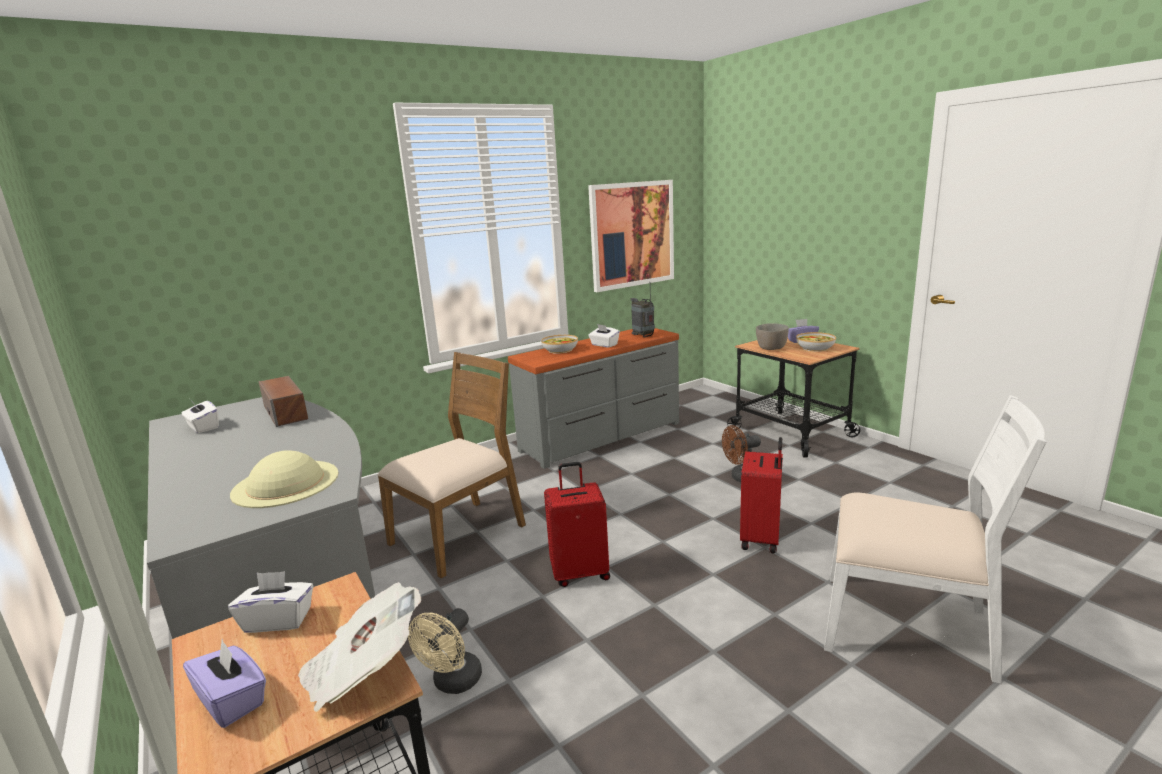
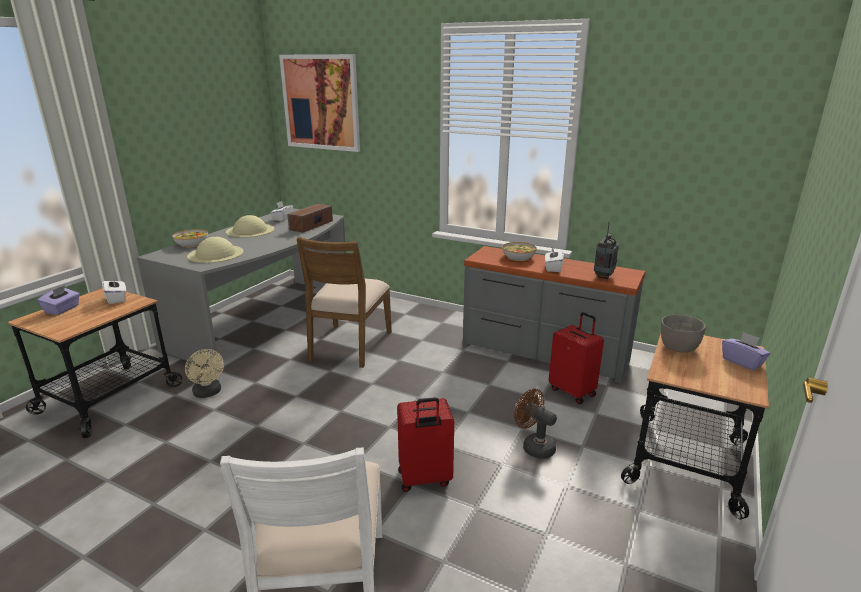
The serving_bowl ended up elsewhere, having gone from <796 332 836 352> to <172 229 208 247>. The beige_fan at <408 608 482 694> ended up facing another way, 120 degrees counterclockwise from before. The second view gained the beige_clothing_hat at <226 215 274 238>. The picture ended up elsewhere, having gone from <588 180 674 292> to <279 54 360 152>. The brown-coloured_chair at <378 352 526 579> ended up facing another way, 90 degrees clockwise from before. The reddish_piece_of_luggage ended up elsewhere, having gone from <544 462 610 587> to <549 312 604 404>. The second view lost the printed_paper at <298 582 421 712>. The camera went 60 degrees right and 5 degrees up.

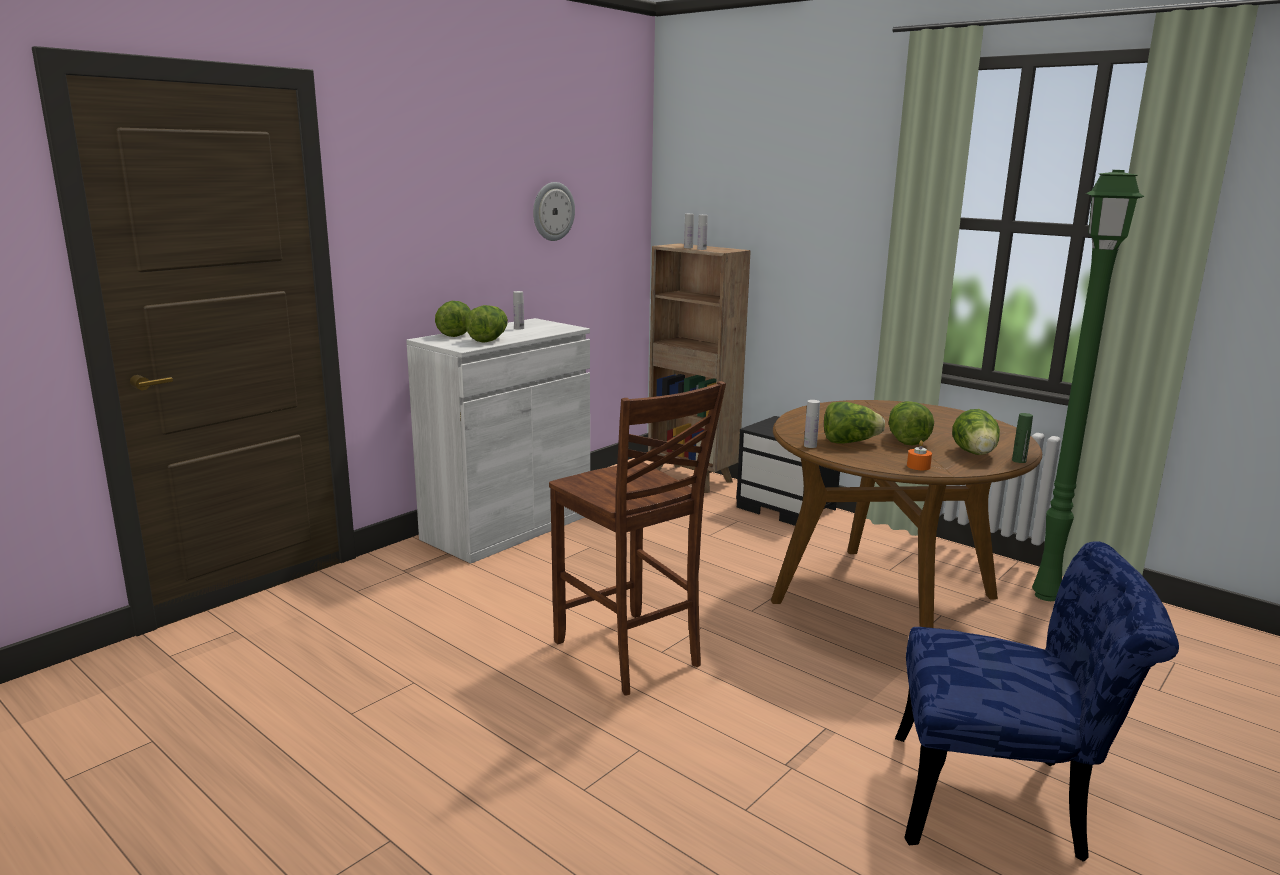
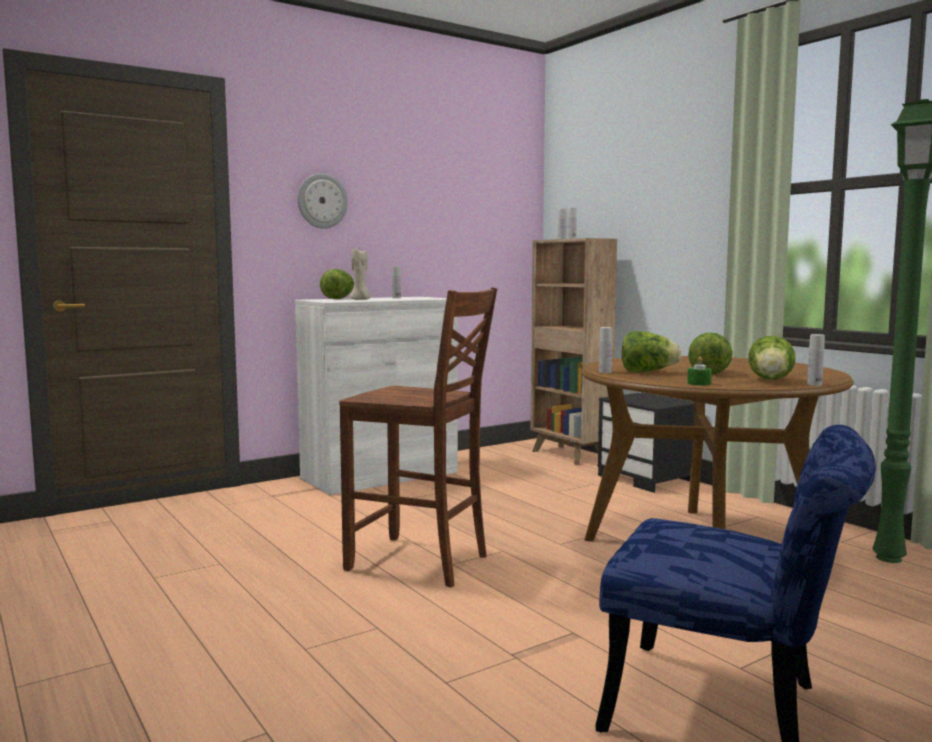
The clock_on_the_wall ended up elsewhere, having gone from <533 182 575 241> to <298 173 348 229>. The brown-coloured_chair at <549 381 726 695> ended up facing another way, 45 degrees counterclockwise from before. Where the head_of_lettuce stood at <465 305 508 343>, the beige_wax_light came to stand at <350 248 370 300>. What was the orangey_wax_light at <907 440 932 470> turned into the greenish_wax_light at <687 356 712 385>. What was the greenish_bottle at <1012 413 1033 463> turned into the white_bottle at <807 334 825 386>. The camera went 15 degrees right and 10 degrees down.

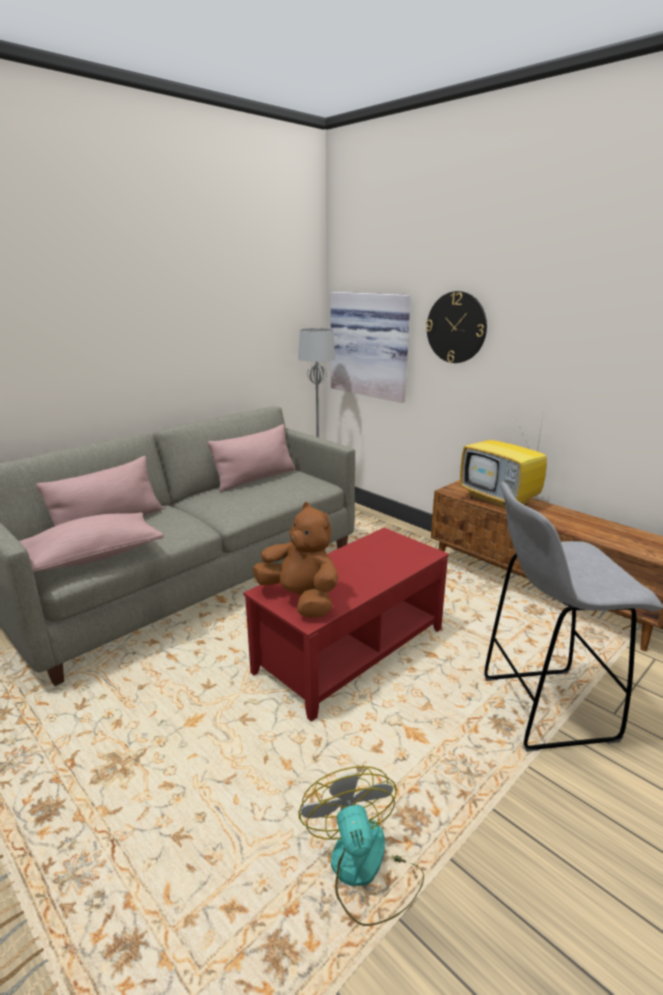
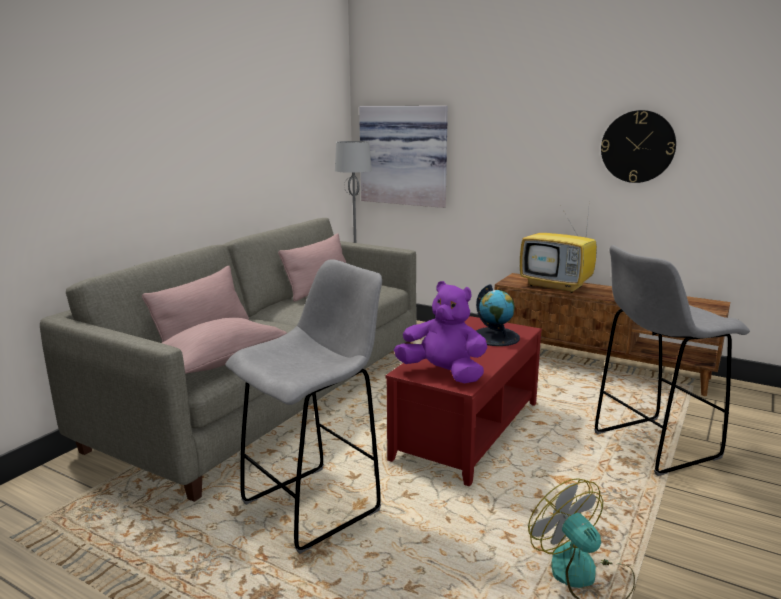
The second view gained the greyish_stool at <225 259 382 554>. What was the brown-coloured_plush_toy at <253 502 338 618> turned into the purple_plush_toy at <394 281 488 383>. The second view gained the desk_globe at <476 284 520 346>. The clock_on_the_wall ended up elsewhere, having gone from <426 291 487 363> to <601 110 676 183>. The camera went 15 degrees left and 5 degrees down.

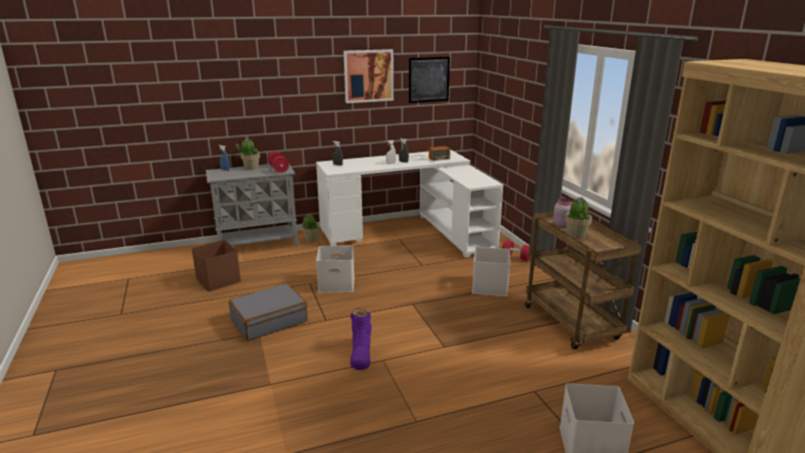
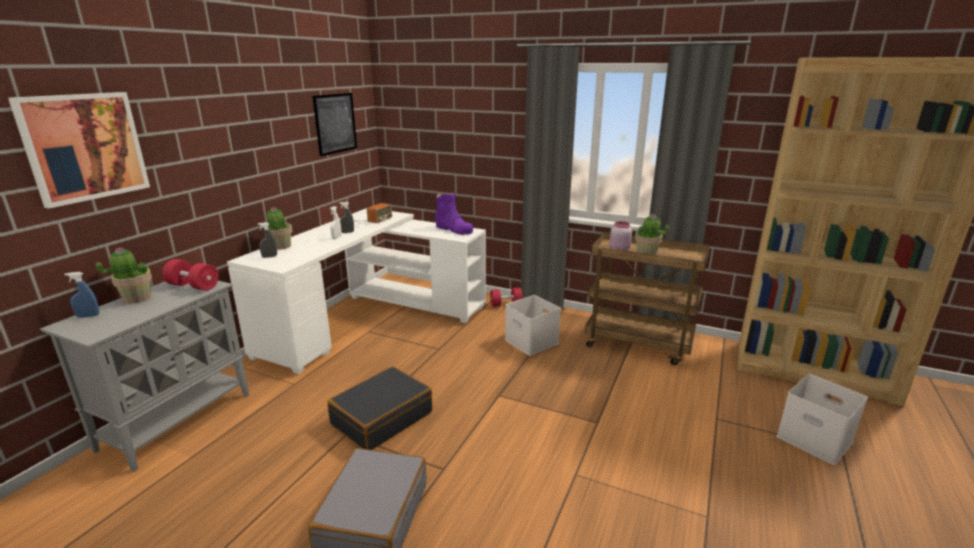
The picture ended up elsewhere, having gone from <343 49 394 103> to <8 92 150 209>. The houseplant ended up elsewhere, having gone from <302 213 320 243> to <267 207 293 250>. Where the white_storage_box stood at <316 245 355 293>, the black_piece_of_luggage came to stand at <327 367 432 450>. The purple_tall_boot ended up elsewhere, having gone from <350 308 371 370> to <435 192 473 235>. The second view lost the brown-coloured_storage_box at <192 240 241 292>. The camera went 45 degrees left and 0 degrees up.

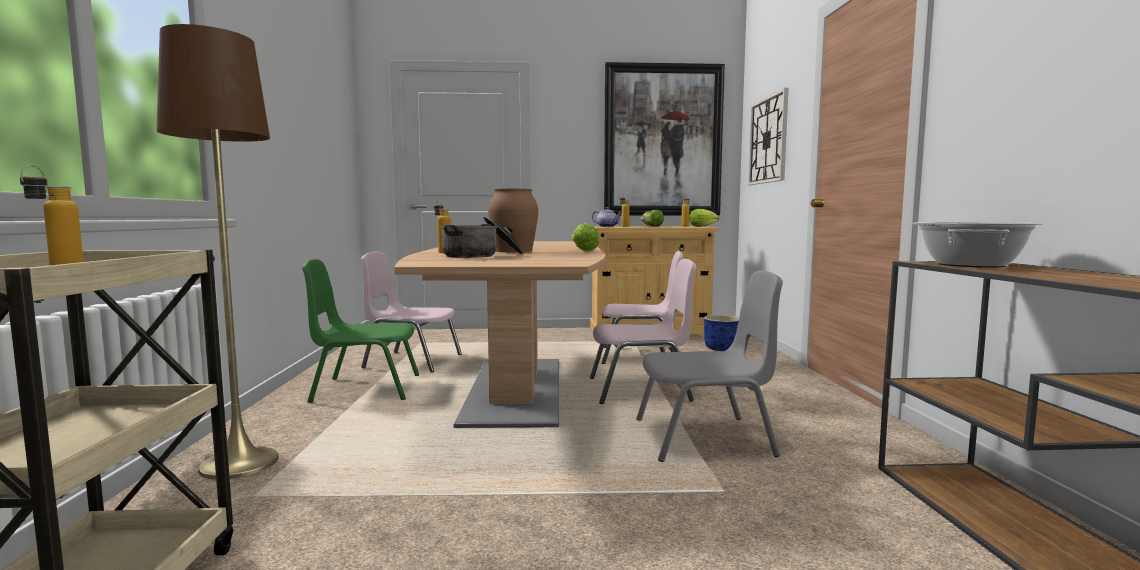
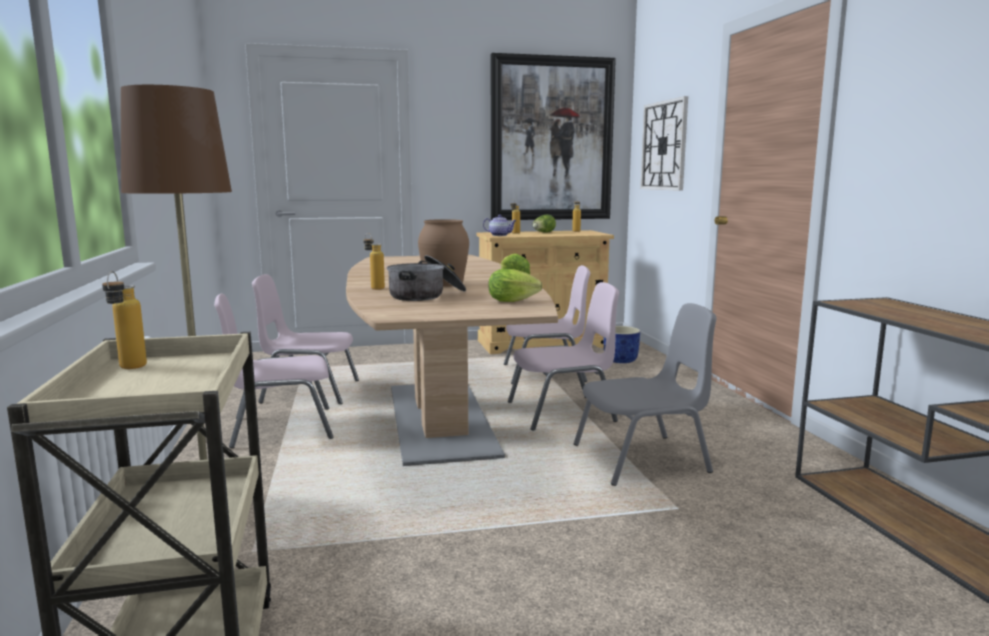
What was the greenish_chair at <302 259 419 403> turned into the pinkish_chair at <214 293 333 448>. The head_of_lettuce ended up elsewhere, having gone from <690 209 719 227> to <489 269 542 302>. The second view lost the cooking_pot at <913 222 1043 268>. The camera went 10 degrees left and 5 degrees up.

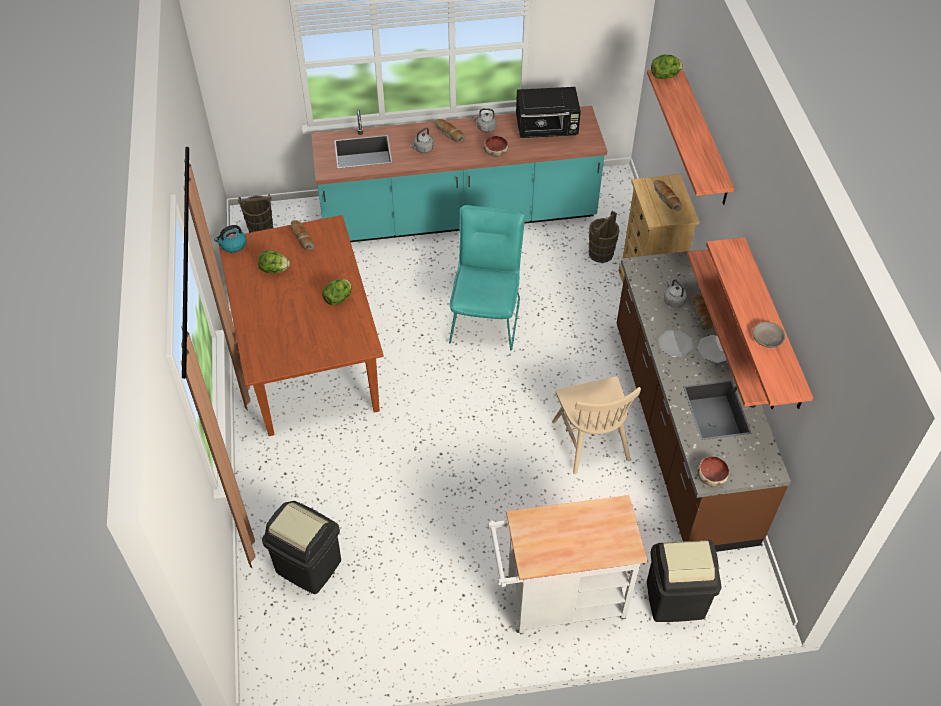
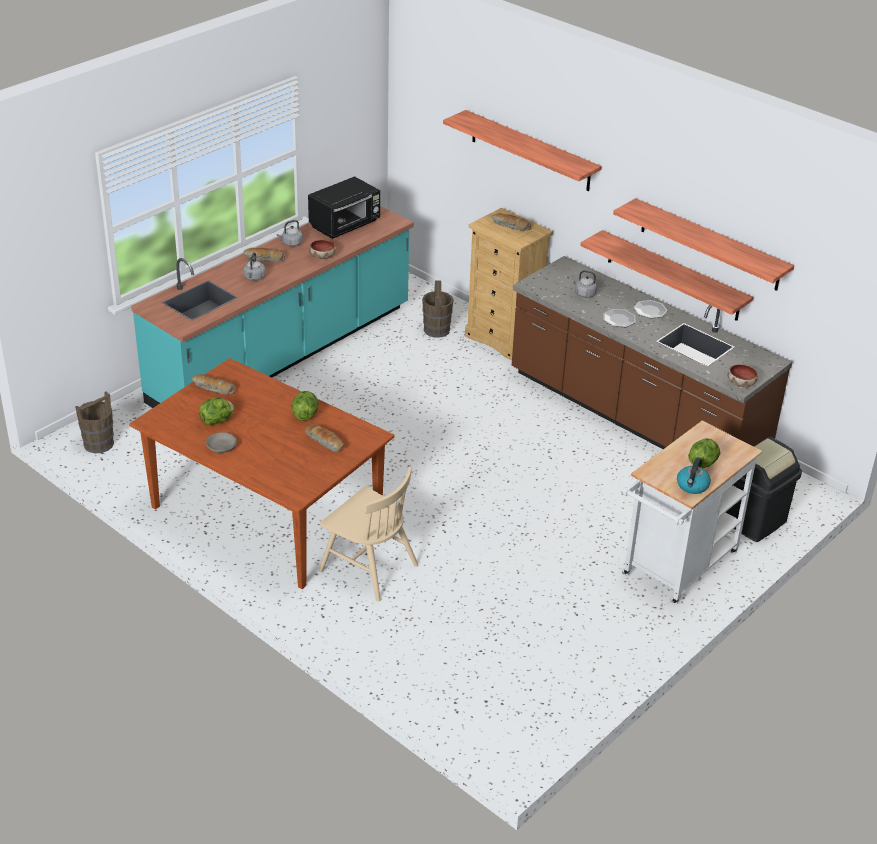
The greyish_serving_bowl ended up elsewhere, having gone from <752 322 785 348> to <206 432 237 453>. The bakery_bread ended up elsewhere, having gone from <692 294 713 330> to <305 424 344 452>. The beige_chair ended up elsewhere, having gone from <552 376 641 474> to <319 467 419 601>. The kettle ended up elsewhere, having gone from <214 225 246 253> to <677 458 711 494>. The head_of_lettuce ended up elsewhere, having gone from <651 54 682 79> to <688 438 720 468>. The second view lost the black_rubbish_bin at <262 501 341 594>. The second view lost the turquoise_chair at <449 205 525 351>. The camera went 40 degrees left and 15 degrees down.

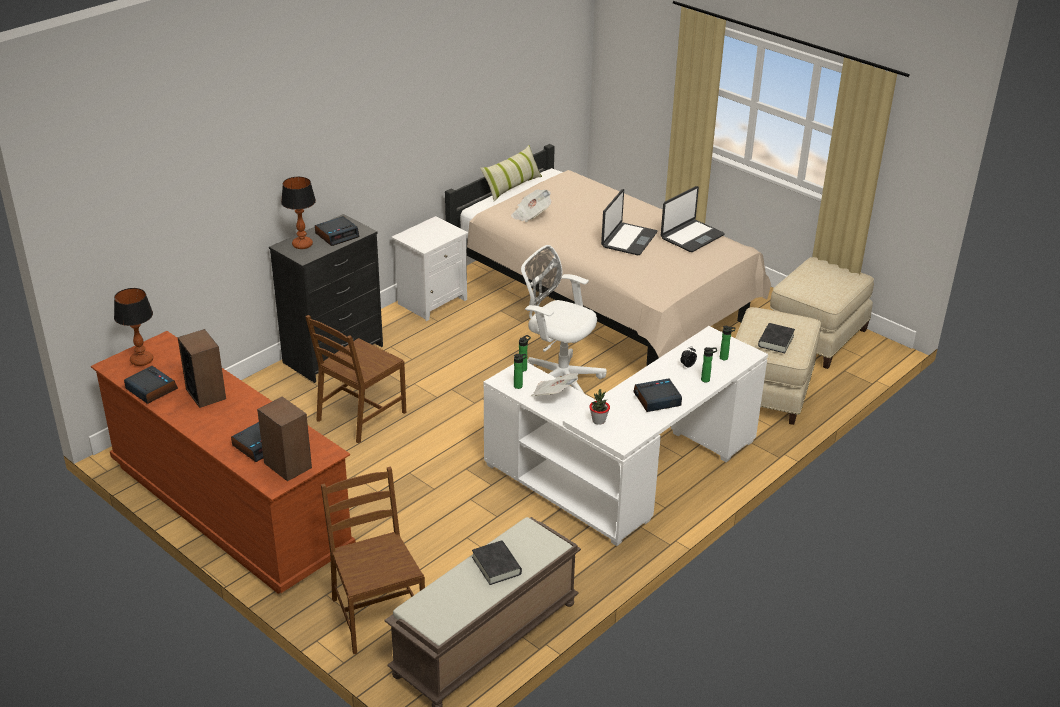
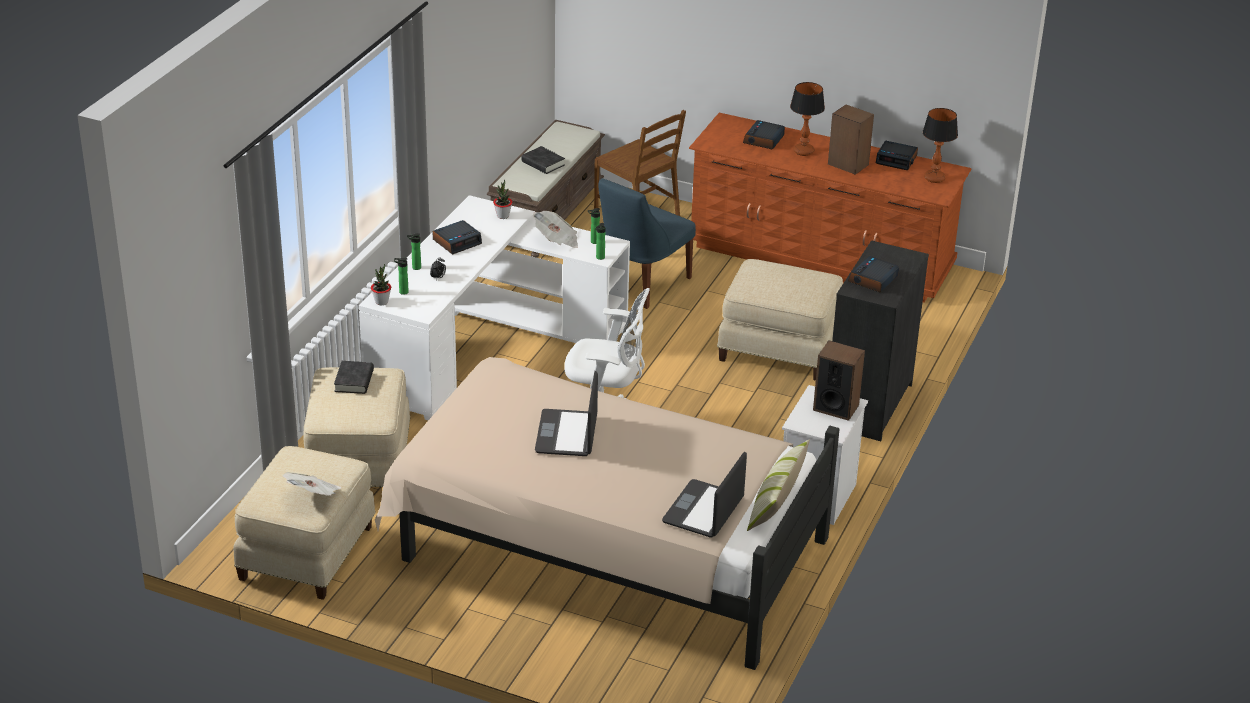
The printed_paper ended up elsewhere, having gone from <511 189 551 222> to <283 472 341 496>. The second view gained the houseplant at <371 264 391 305>. The second view gained the blue-coloured_chair at <599 178 696 309>. The laptop ended up elsewhere, having gone from <661 186 725 252> to <662 452 747 538>. Where the brown-coloured_chair stood at <305 315 406 444>, the beige_pouffe came to stand at <717 259 843 381>. The lamp_for_a_table ended up elsewhere, having gone from <281 177 316 249> to <790 82 825 156>. The loudspeaker ended up elsewhere, having gone from <257 396 312 481> to <813 340 865 421>. The camera went 160 degrees right and 0 degrees up.

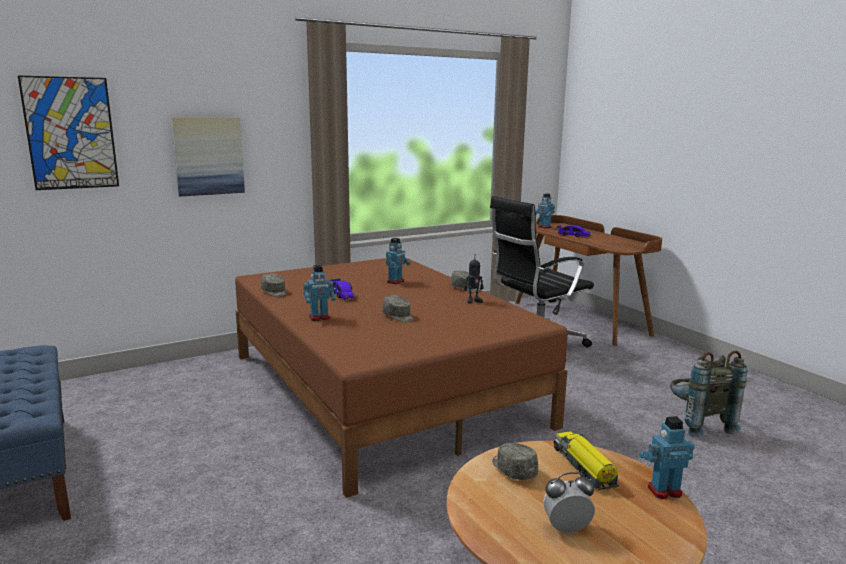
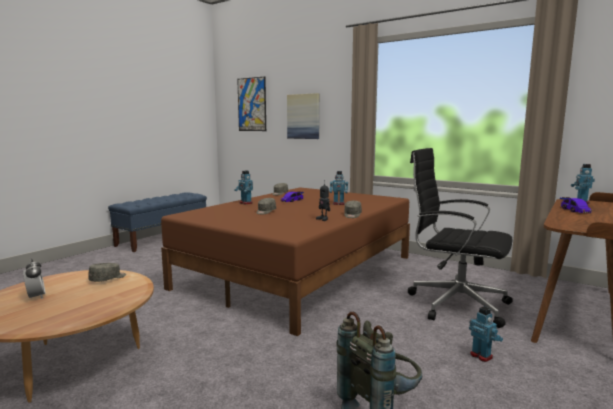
The model_robot ended up elsewhere, having gone from <639 416 694 499> to <469 306 503 362>. The second view lost the toy_truck at <554 432 619 490>. The camera went 65 degrees right and 5 degrees down.

